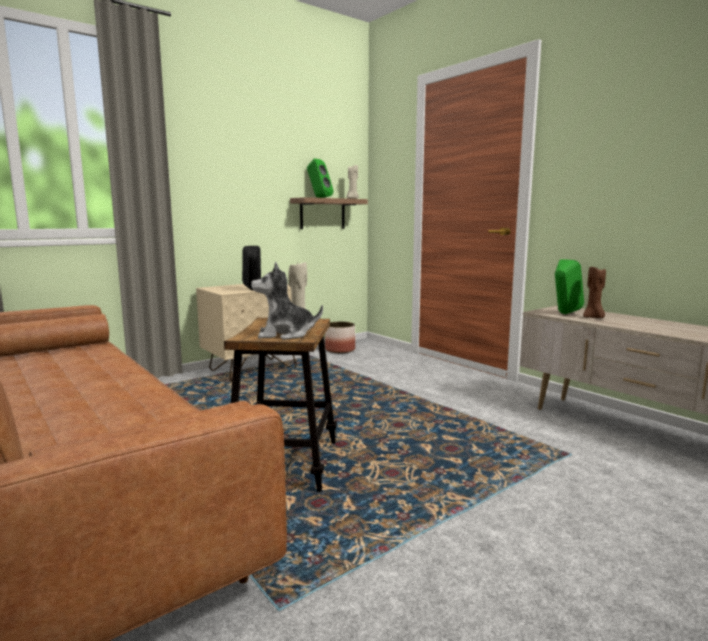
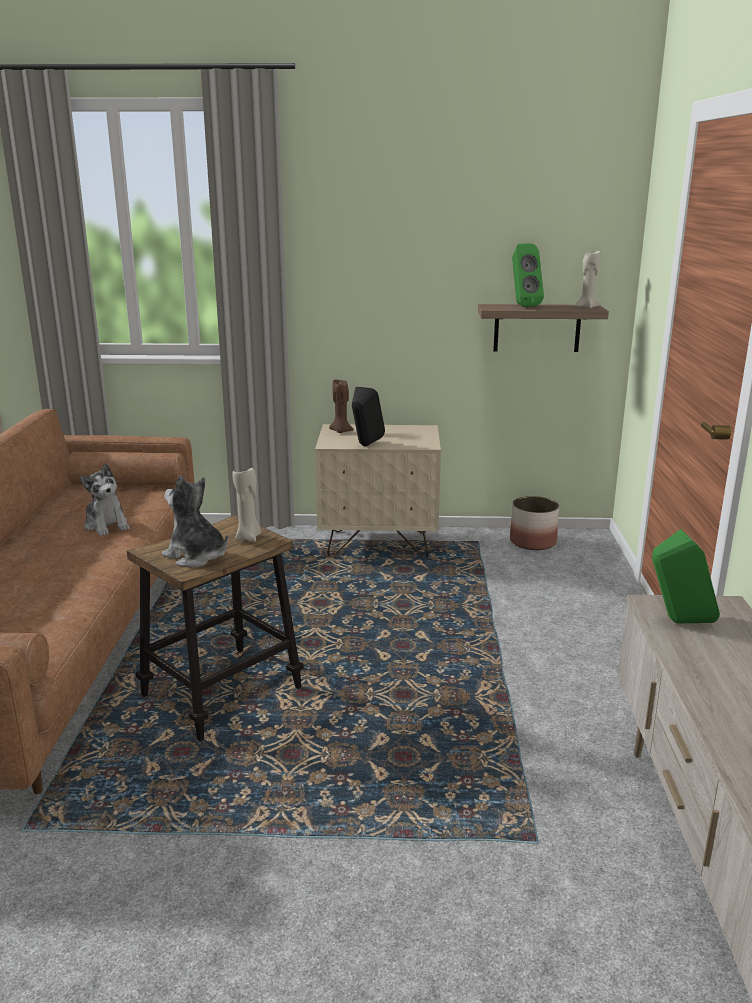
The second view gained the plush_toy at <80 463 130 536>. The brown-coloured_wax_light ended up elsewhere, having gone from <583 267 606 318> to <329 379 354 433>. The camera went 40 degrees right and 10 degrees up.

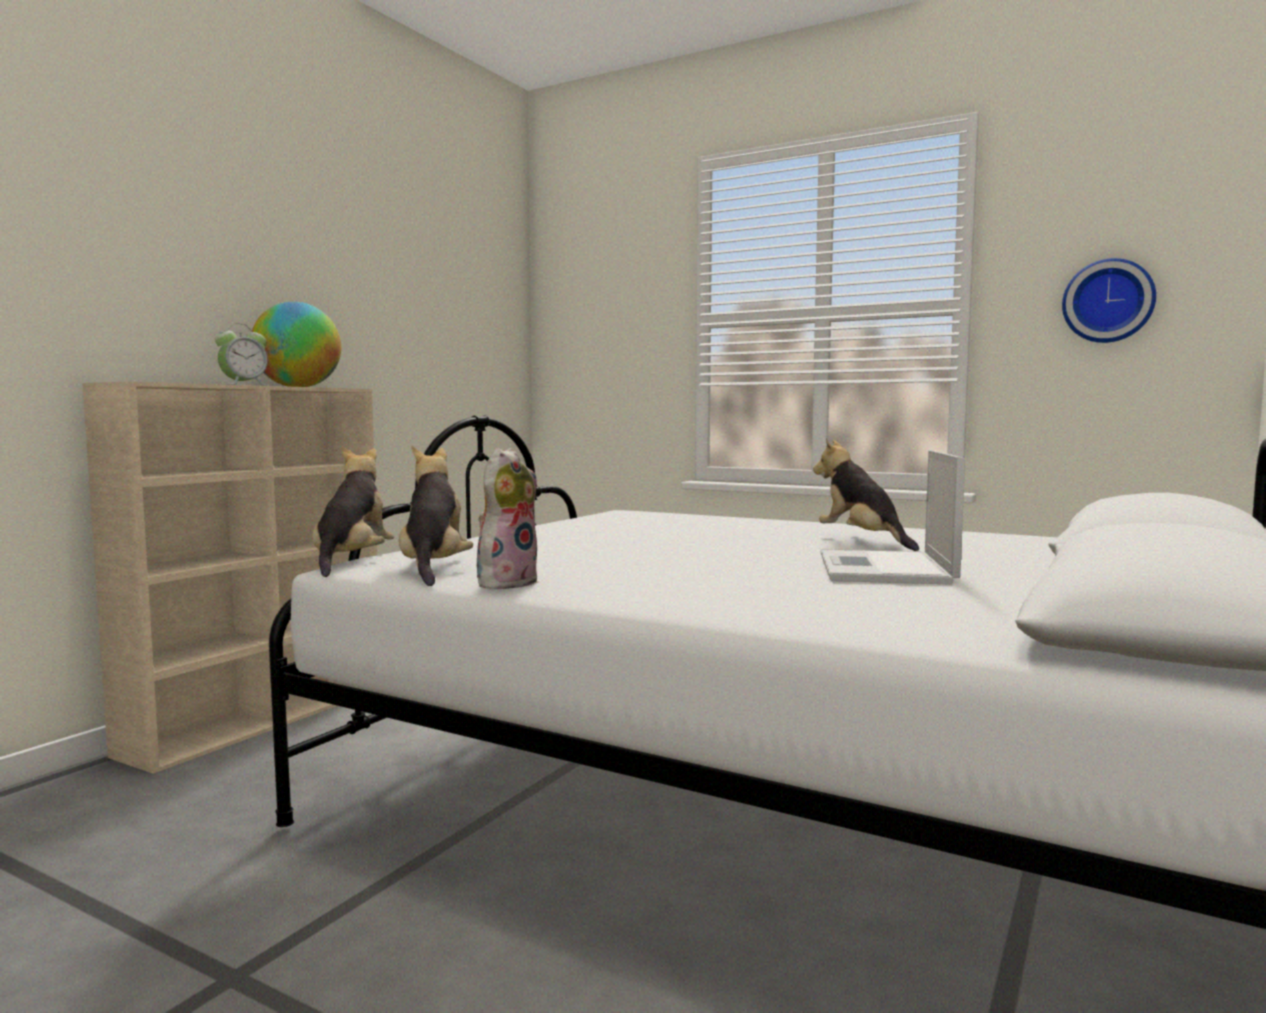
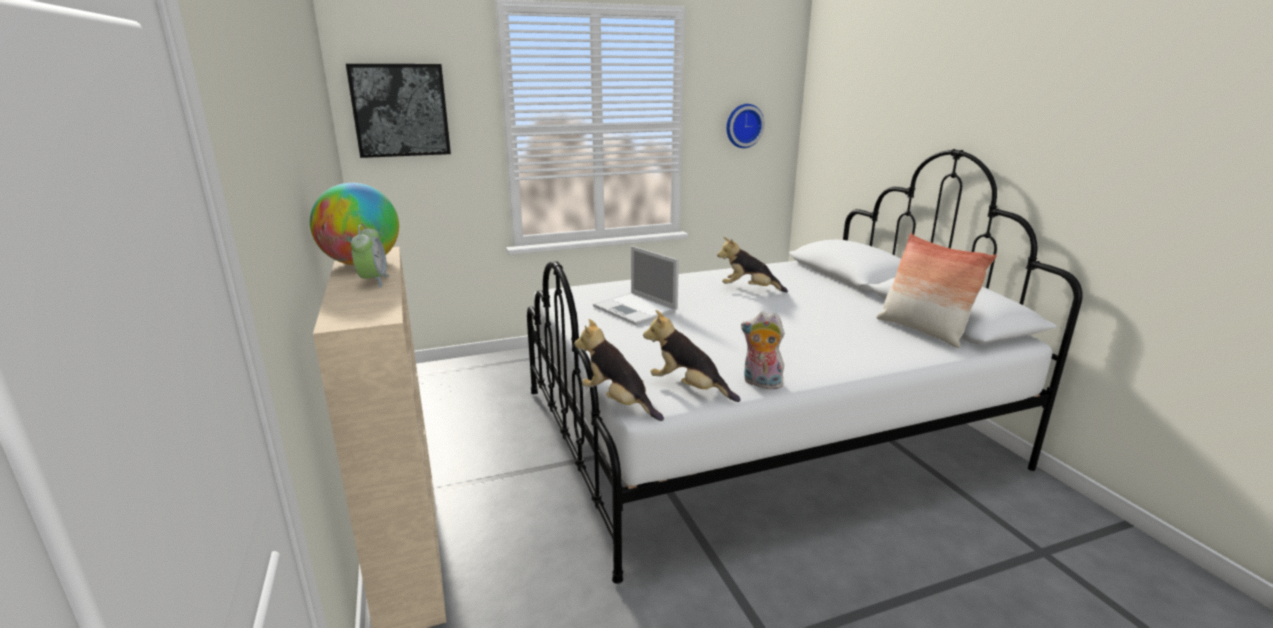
The second view gained the picture at <346 64 451 158>. The laptop ended up elsewhere, having gone from <820 450 965 584> to <593 246 679 325>. The plush_toy at <477 448 538 590> ended up facing another way, 45 degrees counterclockwise from before. The second view gained the pillow at <876 233 997 348>. The camera went 50 degrees left and 15 degrees up.

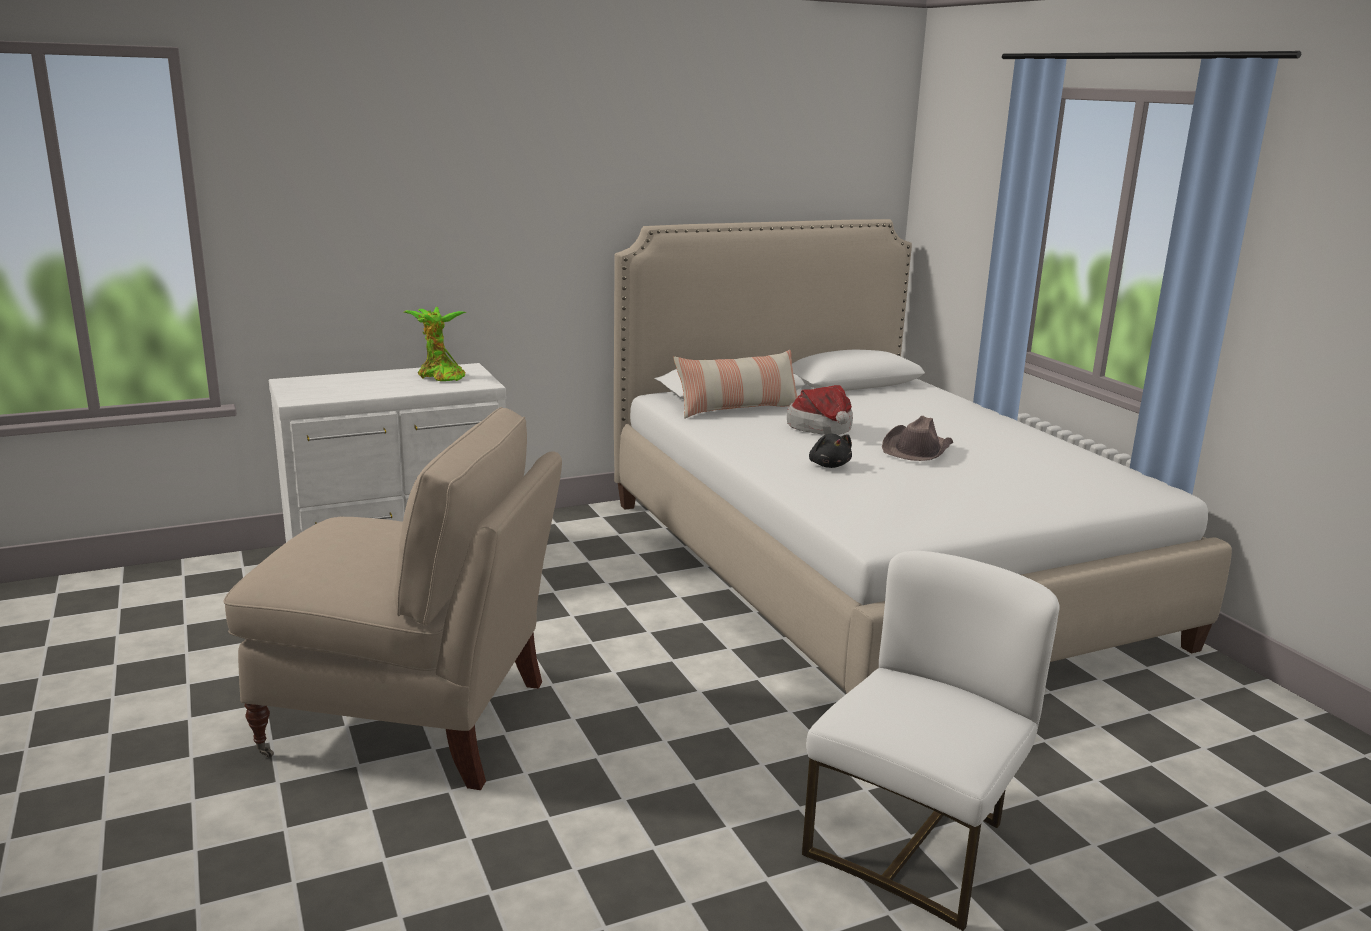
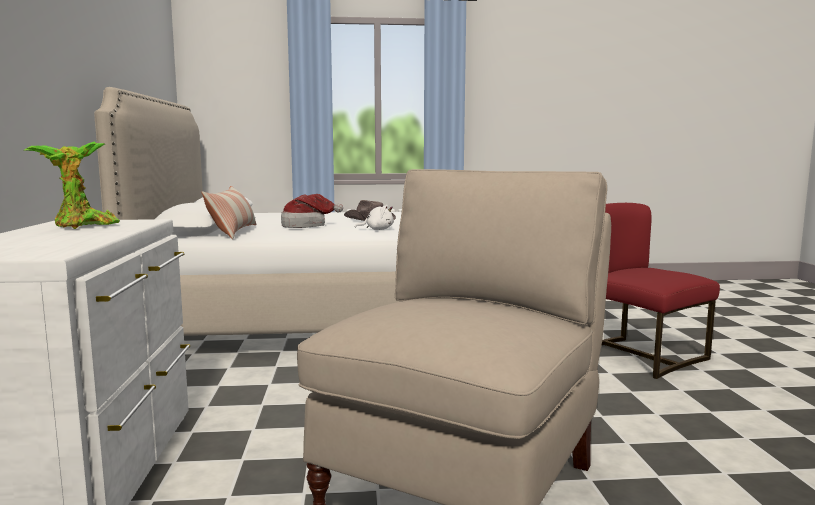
What was the black_plush_toy at <809 434 852 468> turned into the white_plush_toy at <355 205 394 230>. What was the white_chair at <802 551 1060 931> turned into the reddish_chair at <601 203 720 379>. The camera went 70 degrees left and 10 degrees down.

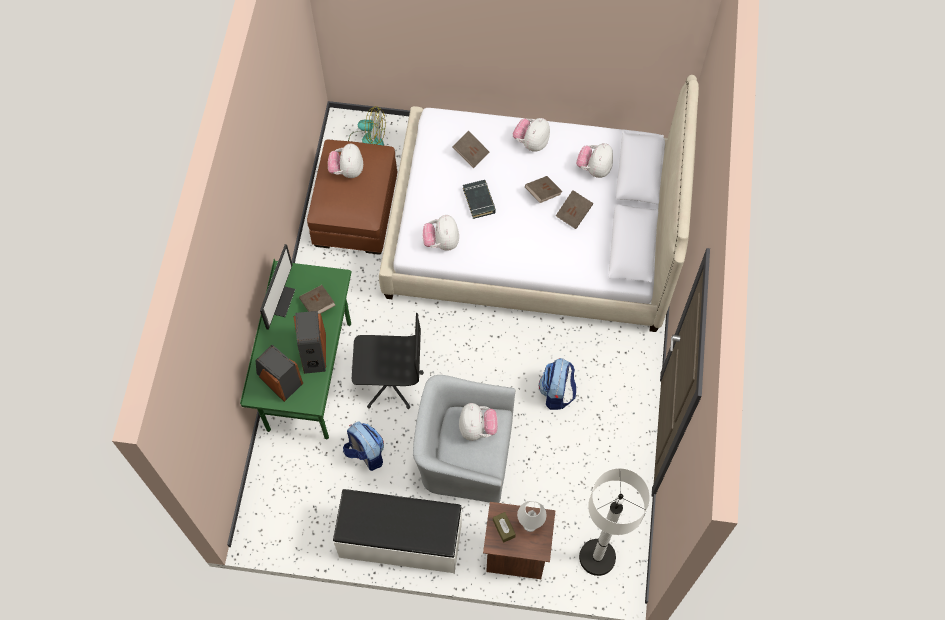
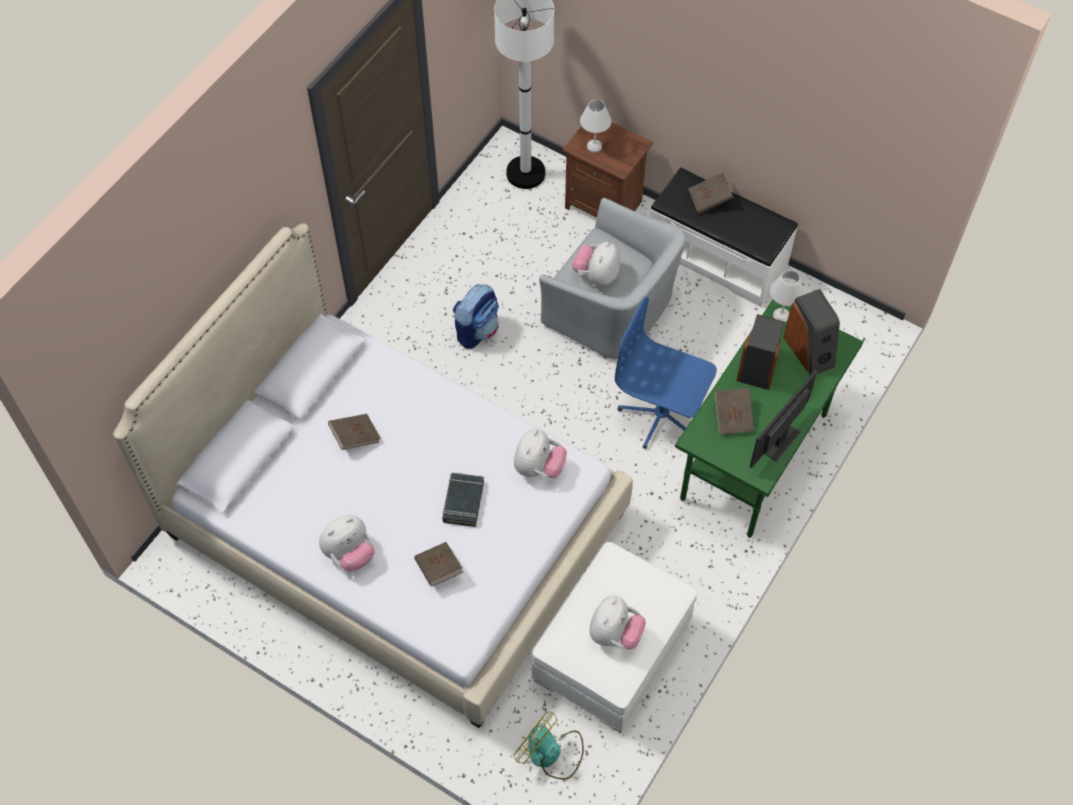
What was the brown-coloured_pouffe at <307 139 398 255> turned into the white_pouffe at <531 542 697 732>. What was the black_computer_chair at <352 313 424 409> turned into the blue-coloured_computer_chair at <615 297 717 449>. The brown-coloured_volume ended up elsewhere, having gone from <525 176 562 203> to <688 172 734 214>. The second view gained the white_lamp_for_a_table at <770 270 805 323>. The second view lost the backpack at <343 422 384 471>. The second view lost the brown-coloured_tissue_holder at <493 512 516 543>. The second view lost the plush_toy at <576 143 613 178>. The camera went 155 degrees left and 5 degrees down.

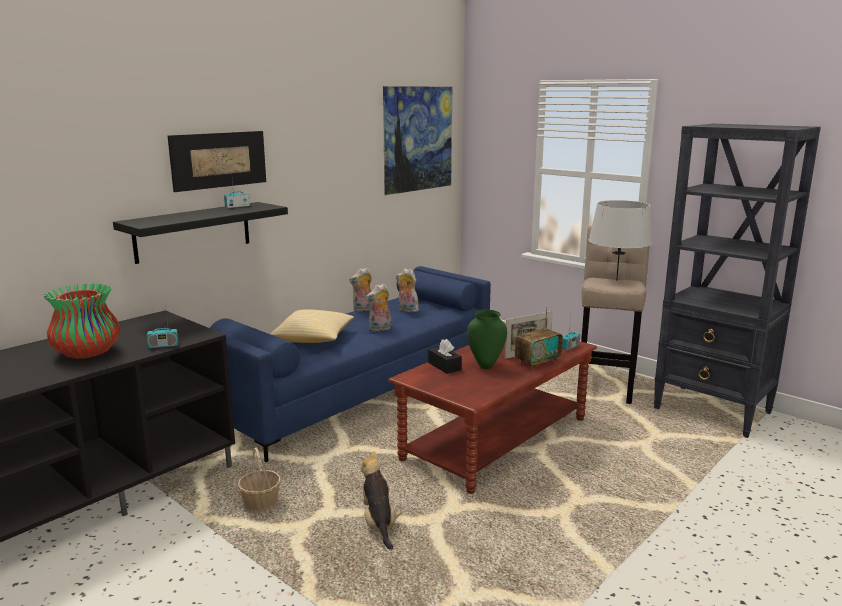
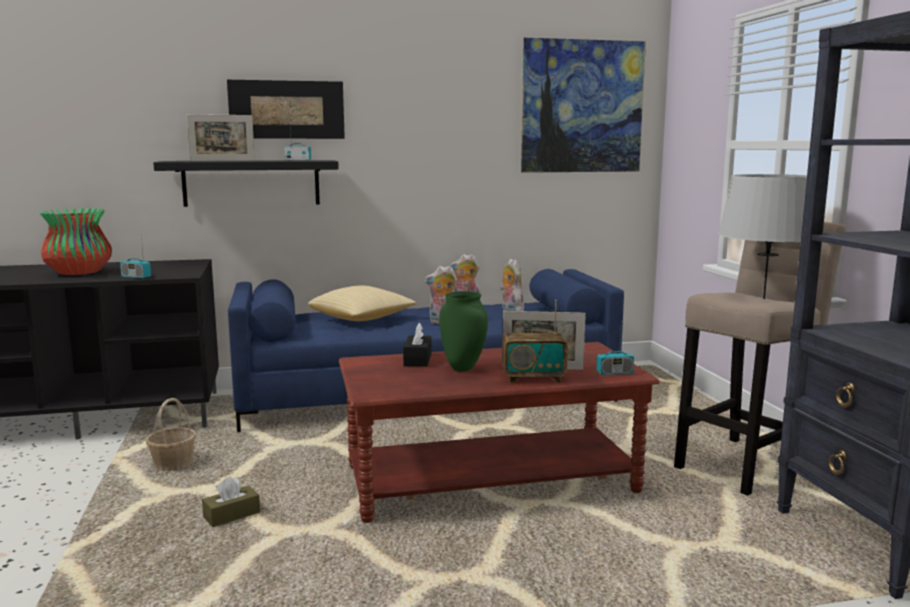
The second view gained the standing_frame at <186 114 255 161>. Where the plush_toy stood at <360 451 401 550>, the brown-coloured_tissue_holder came to stand at <202 476 260 527>. The camera went 35 degrees right and 5 degrees down.

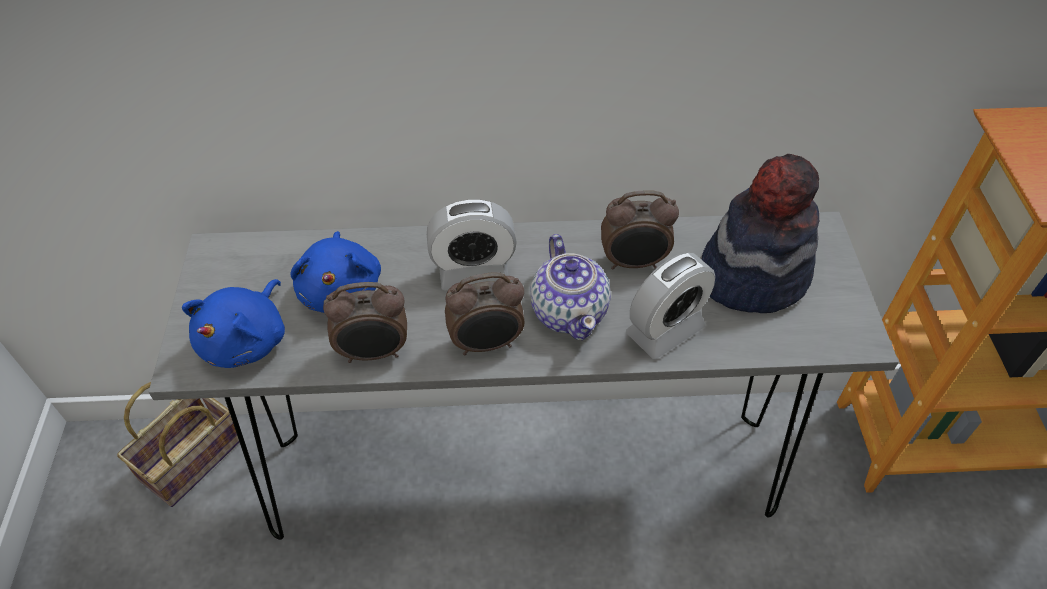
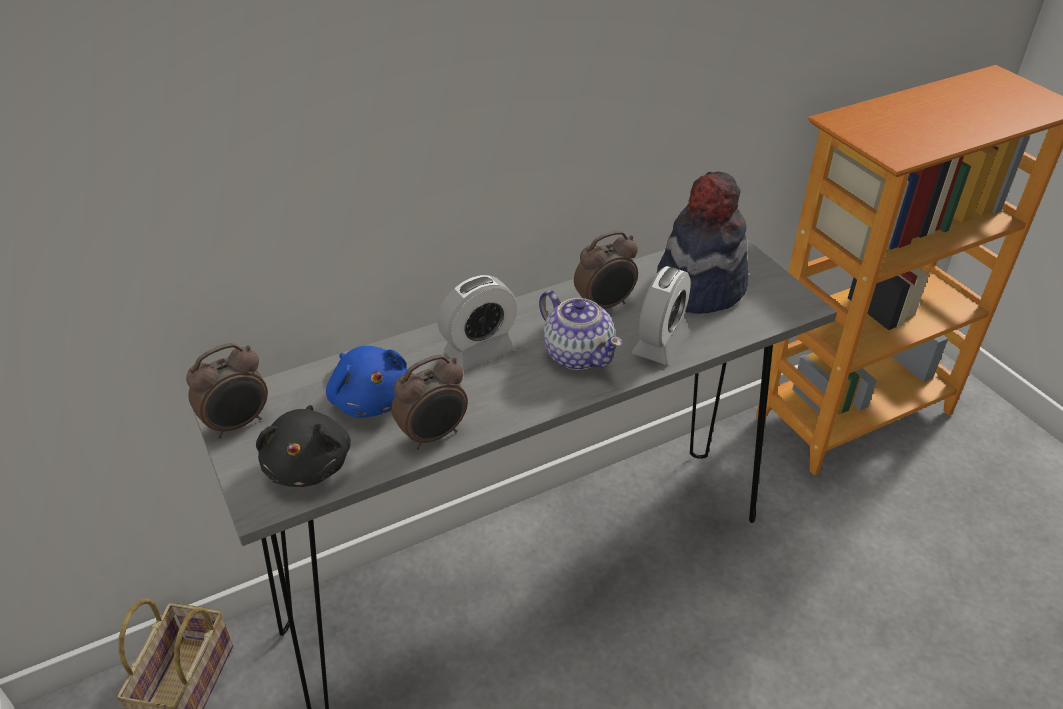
The alarm_clock ended up elsewhere, having gone from <445 272 524 355> to <186 343 268 439>. What was the blue-coloured_plush_toy at <182 279 285 368> turned into the black_plush_toy at <256 405 351 487>. The camera went 25 degrees left and 10 degrees down.

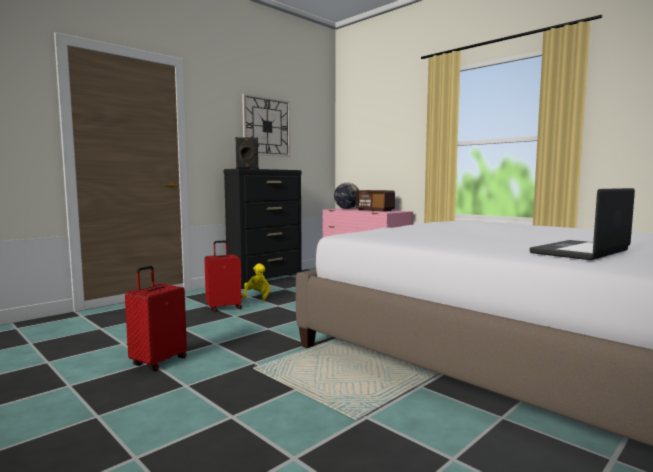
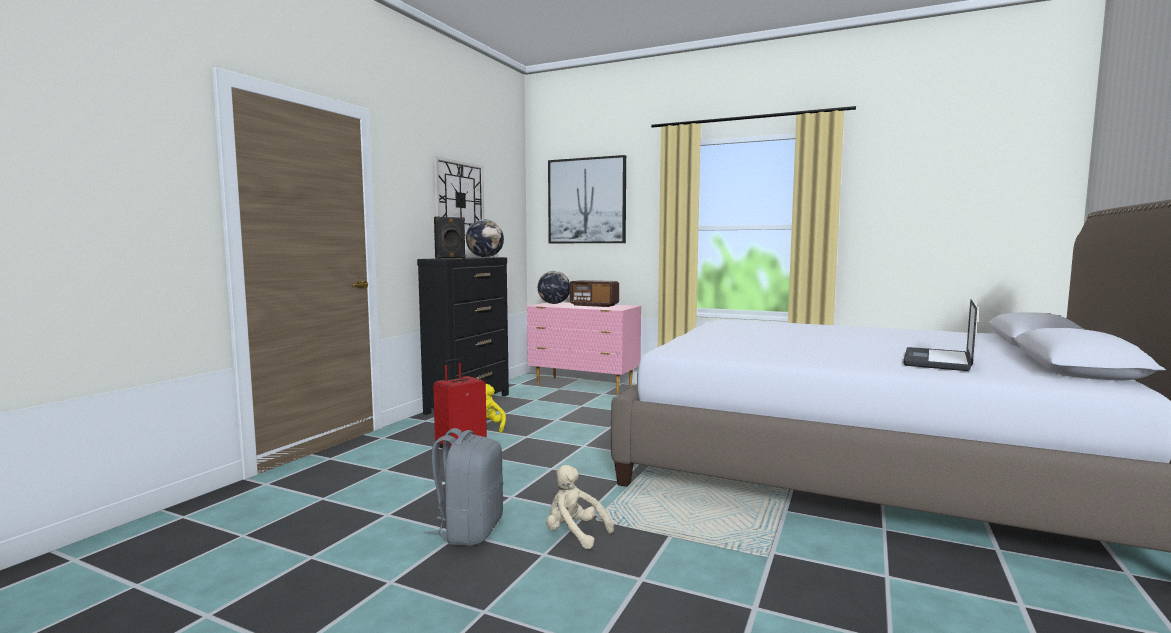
Where the reddish_piece_of_luggage stood at <125 266 187 371>, the greyish_backpack came to stand at <423 428 503 546>. The second view gained the desk_globe at <466 219 504 257>. The second view gained the beige_plush_toy at <546 465 614 549>. The second view gained the picture at <548 155 626 243>. The camera went 20 degrees left and 0 degrees up.

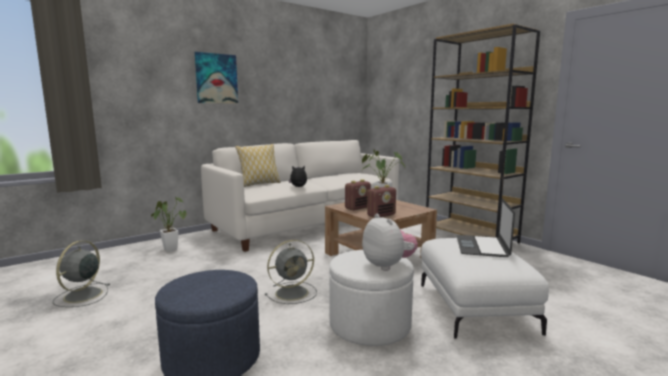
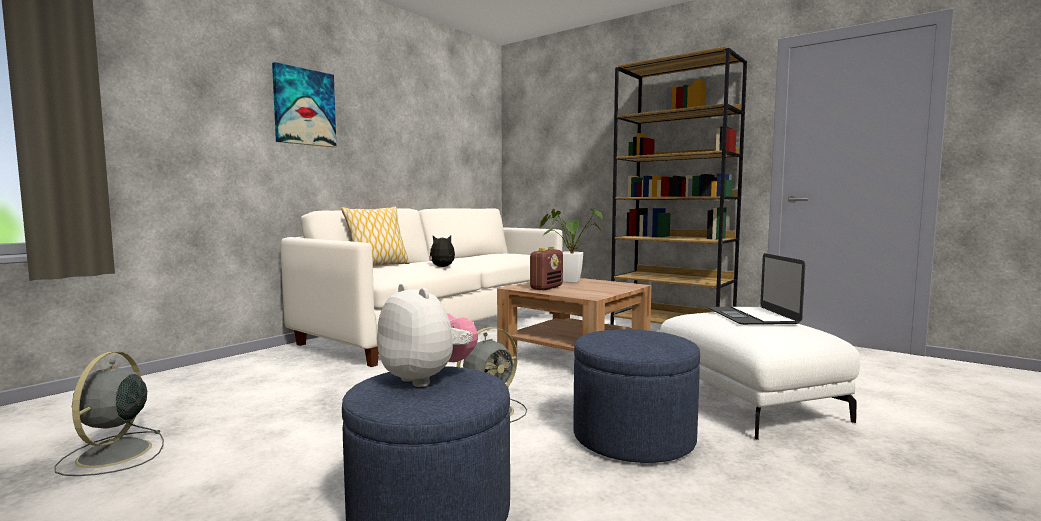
The plush_toy ended up elsewhere, having gone from <362 214 418 271> to <377 283 478 387>. What was the white_pouffe at <329 250 414 346> turned into the blue-coloured_pouffe at <573 329 700 463>. The second view lost the houseplant at <151 197 187 252>. The second view lost the radio_receiver at <367 185 396 218>. The camera went 15 degrees left and 5 degrees down.

